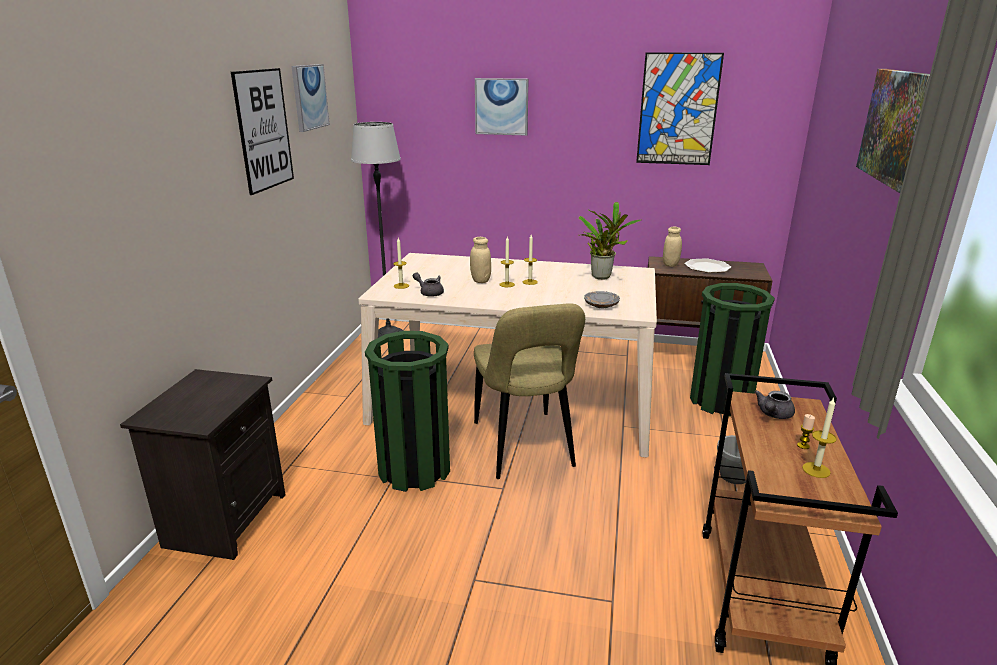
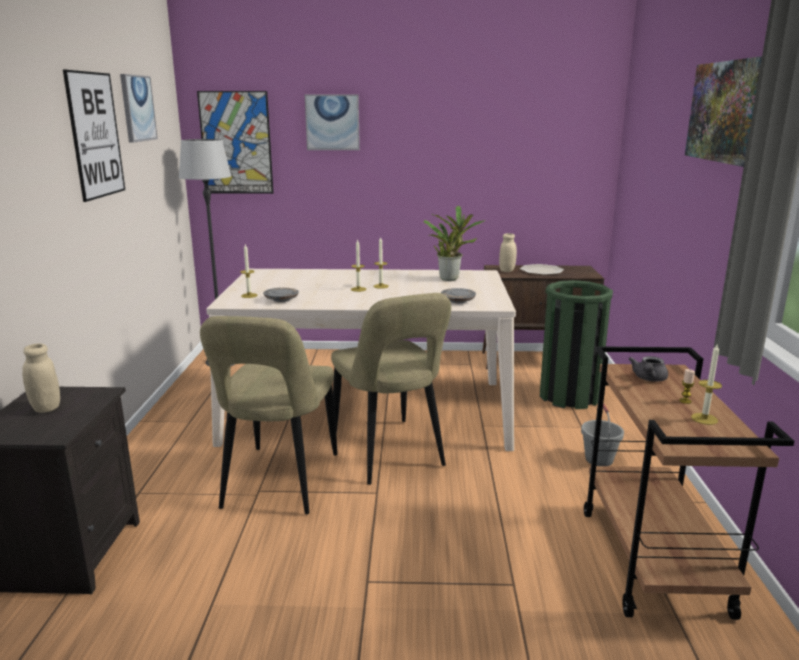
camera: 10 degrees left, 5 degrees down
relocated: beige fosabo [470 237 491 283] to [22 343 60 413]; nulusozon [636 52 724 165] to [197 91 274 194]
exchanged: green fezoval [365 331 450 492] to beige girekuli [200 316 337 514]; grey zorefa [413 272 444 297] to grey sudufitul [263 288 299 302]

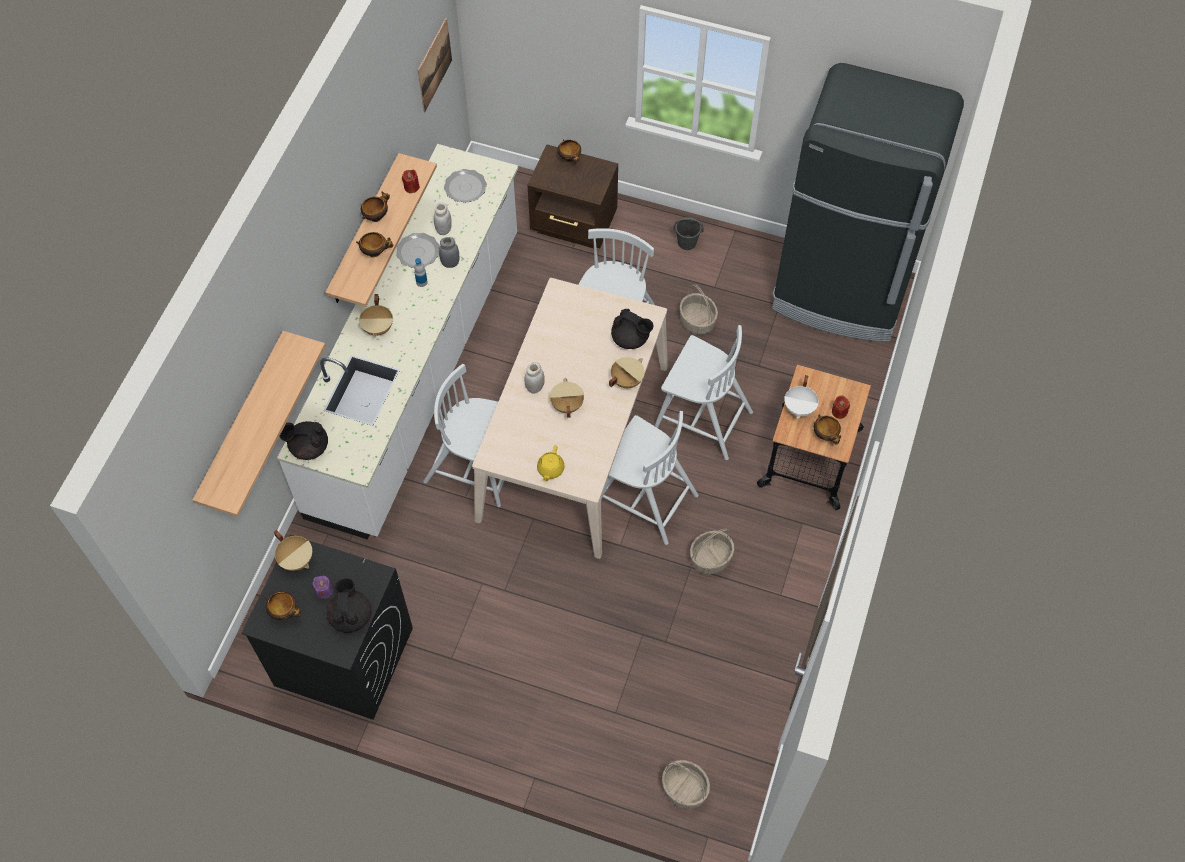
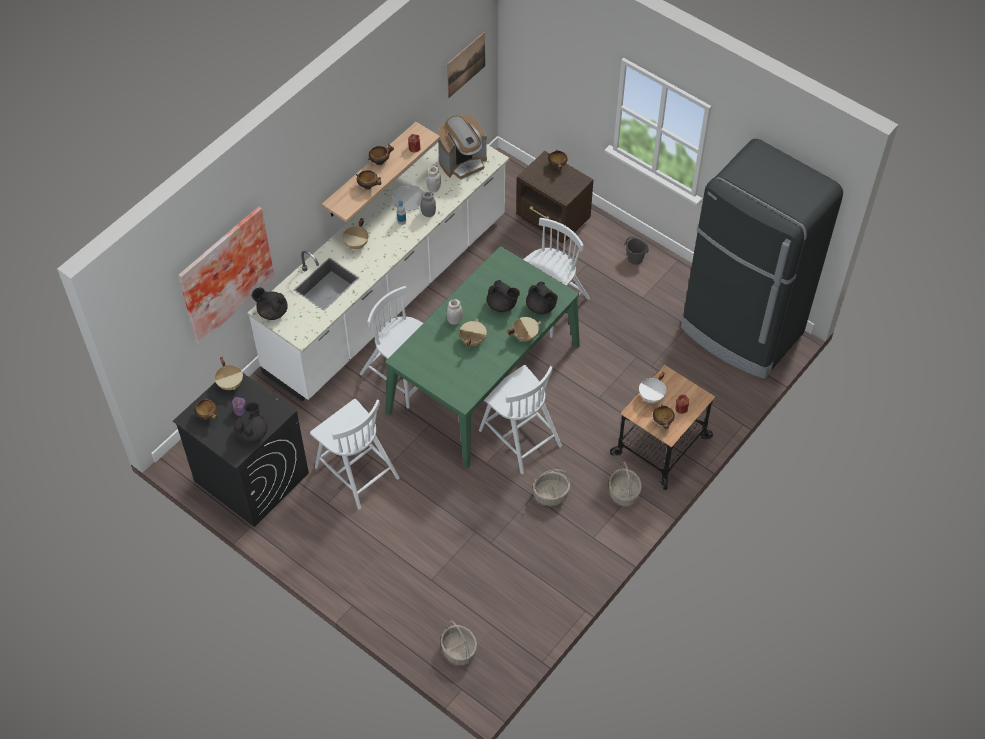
camera: 20 degrees right, 5 degrees down
missing: yellow zorefa [537 445 565 481]
appeared: black zorefa [487 280 520 312]
relocated: white girekuli [655 325 753 460] to [310 399 400 509]; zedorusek [679 284 718 334] to [609 462 642 506]
exchanged: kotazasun [193 331 326 517] to nulusozon [178 206 275 345]; sudufitul [444 169 487 203] to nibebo [438 115 487 180]
colour: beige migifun [472 278 668 559] to green migifun [385 246 580 468]

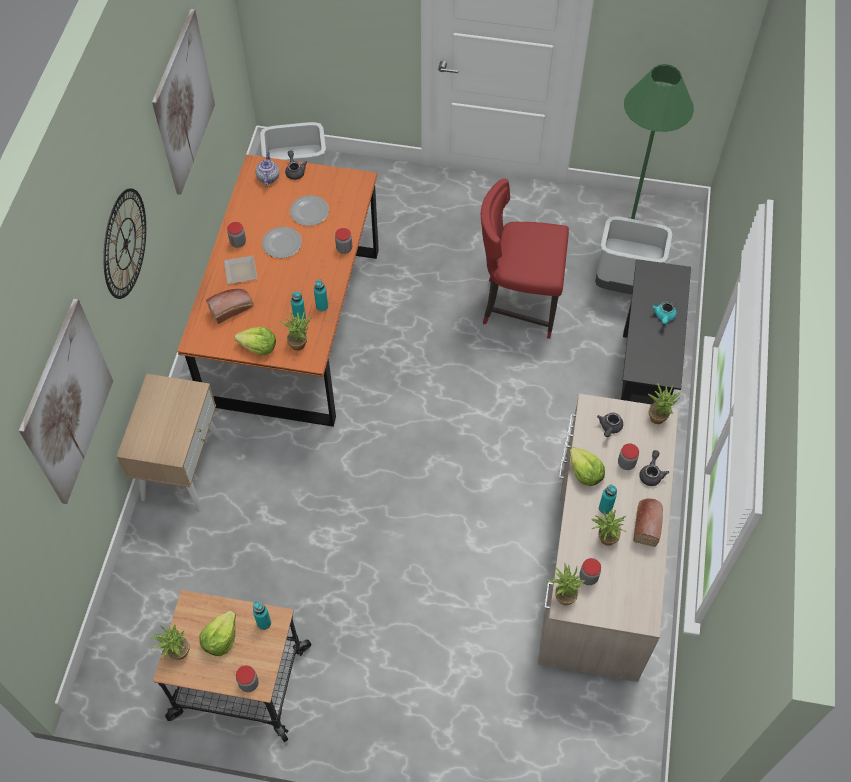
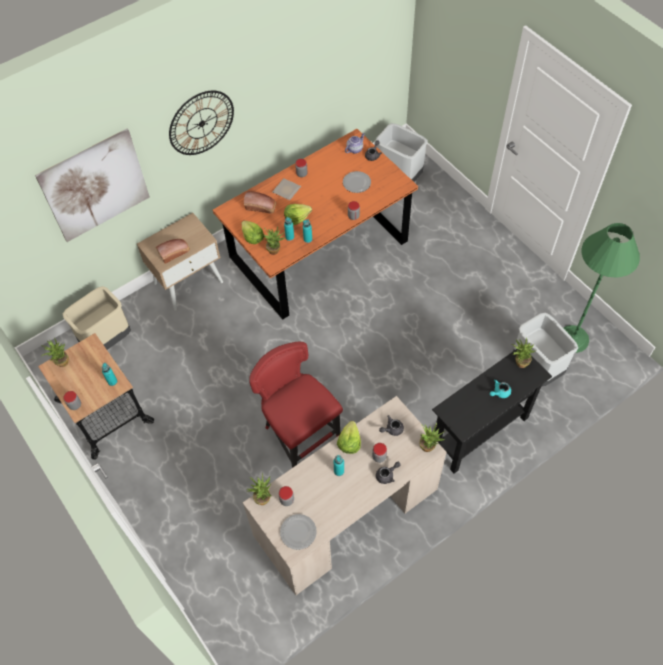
camera: 45 degrees right, 0 degrees up
missing: nulusozon [152 9 215 195]
appeared: beige fezoval [63 286 131 350]
relocated: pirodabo [633 498 663 547] to [156 239 190 264]; red girekuli [481 179 569 339] to [249 342 343 468]; sudufitul [262 227 302 258] to [280 514 317 550]; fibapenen [199 610 236 656] to [284 204 312 225]; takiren [591 508 626 546] to [511 337 536 368]

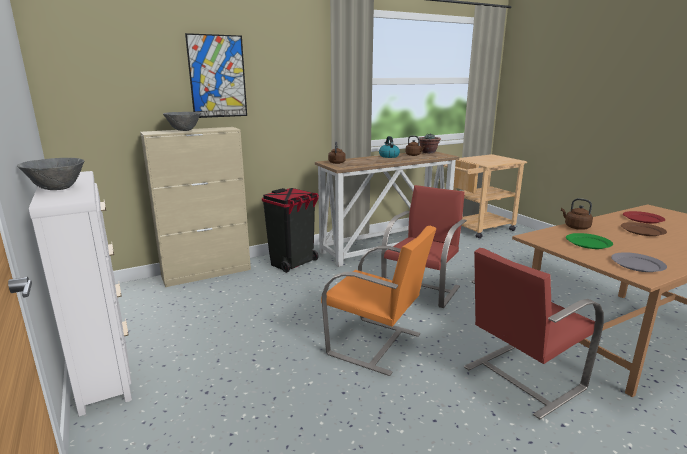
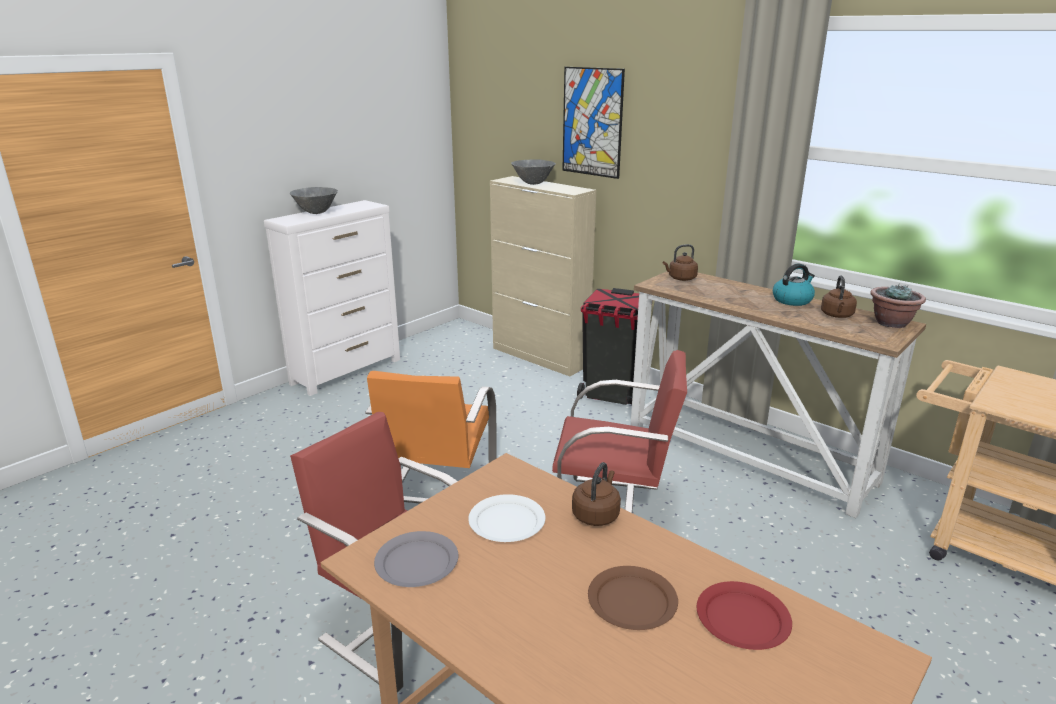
camera: 70 degrees right, 5 degrees up
colour: green sudufitul [566 233 613 249] to white sudufitul [468 494 545 542]

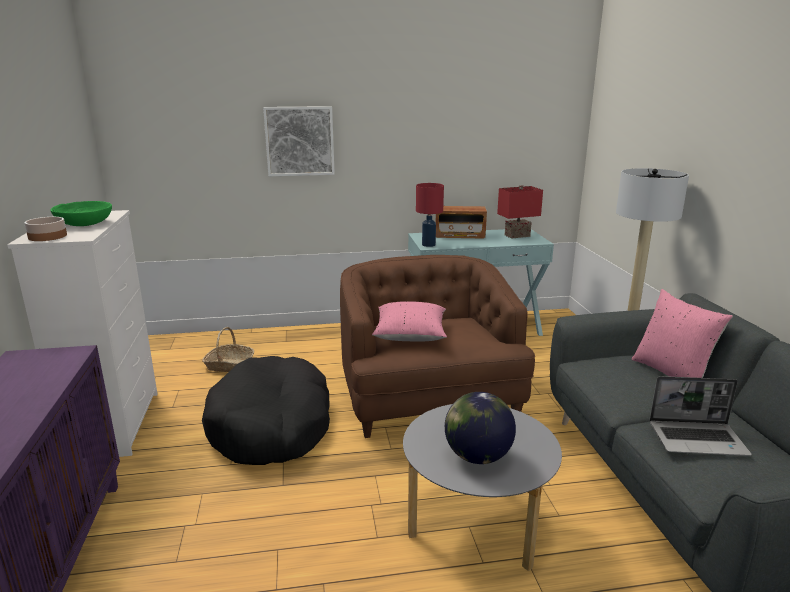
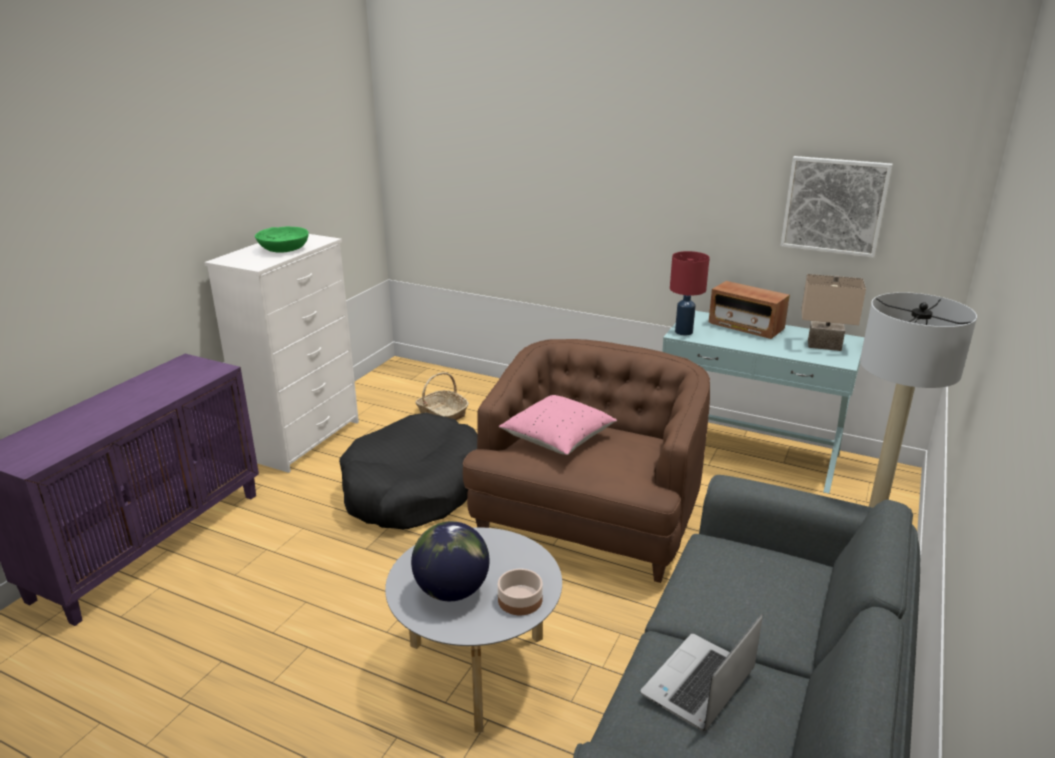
camera: 35 degrees right, 5 degrees up
missing: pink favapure [632 289 733 378]
relocated: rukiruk [24 217 67 241] to [498 569 543 615]; nulusozon [263 106 335 176] to [780 156 893 258]
colour: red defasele [497 185 543 239] to beige defasele [801 274 866 351]
spun: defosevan [649 376 752 456] = [640 614 763 731] 90 degrees clockwise

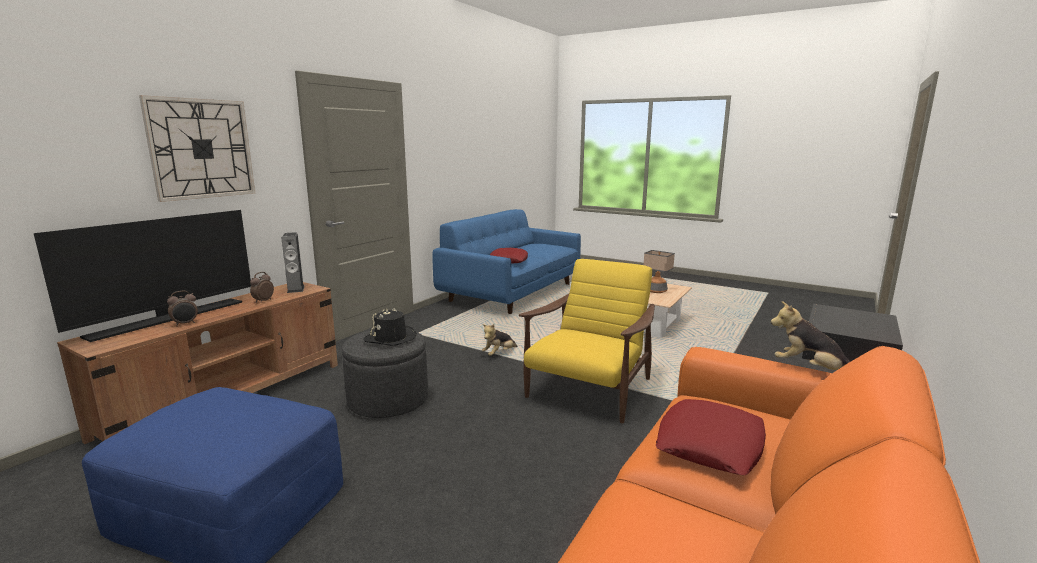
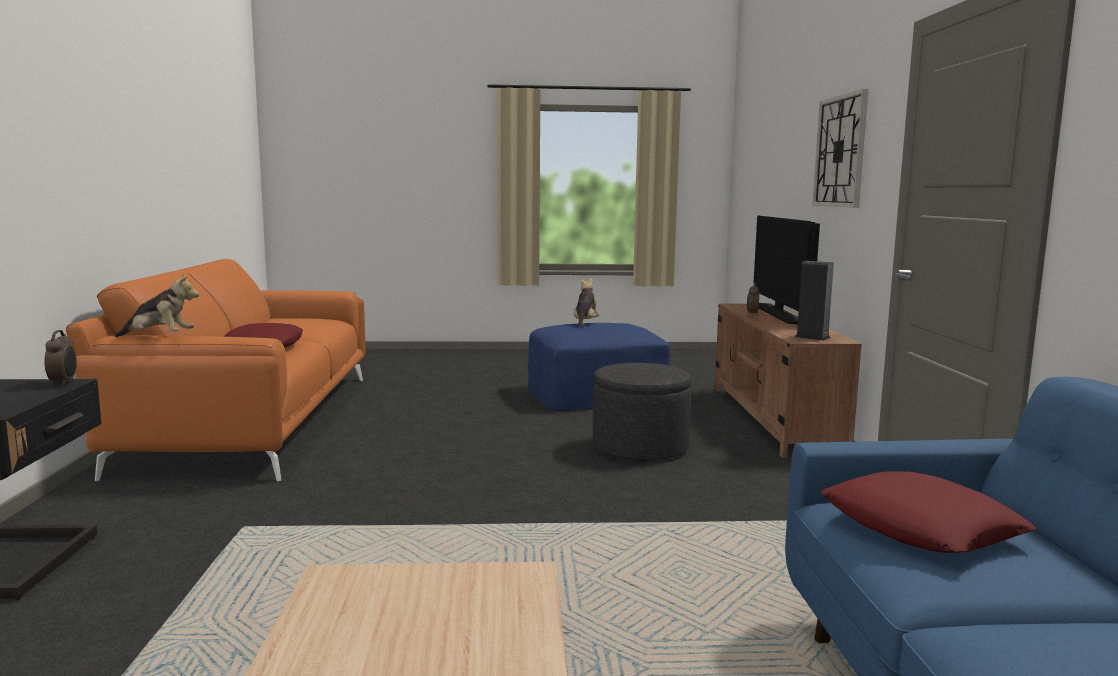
camera: 145 degrees right, 5 degrees down
missing: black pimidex [363 309 417 346]; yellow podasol [519 259 655 423]; defasele [644 250 675 293]
relocated: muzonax [250 272 274 303] to [45 330 77 386]; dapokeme [482 324 518 356] to [574 277 599 328]

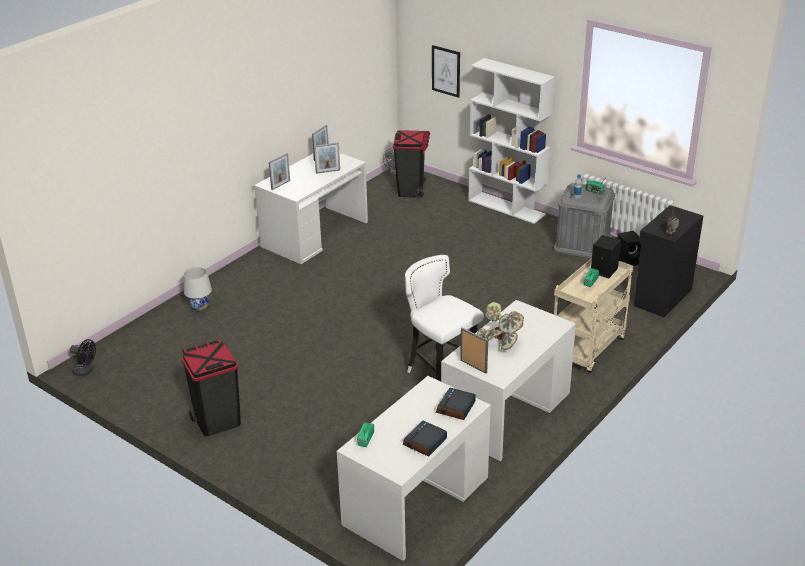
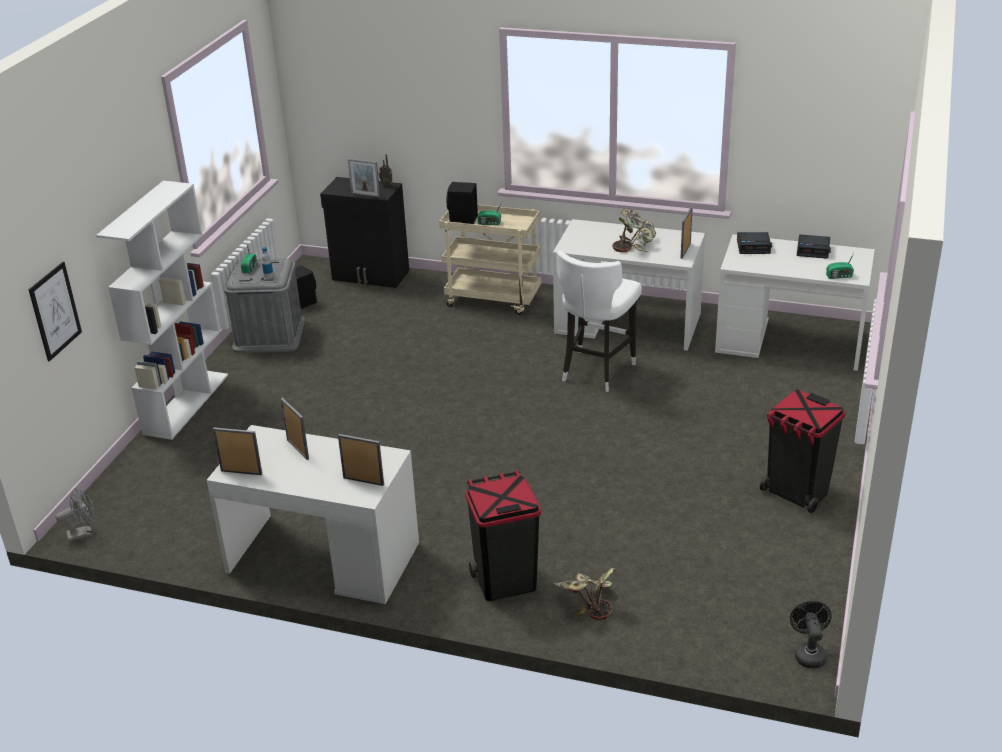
camera: 110 degrees left, 0 degrees up
appeared: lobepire [348 158 380 198]
relocated: black fezoval [393 130 430 198] to [465 470 541 601]
exchanged: white defasele [184 267 212 311] to takiren [552 568 616 620]

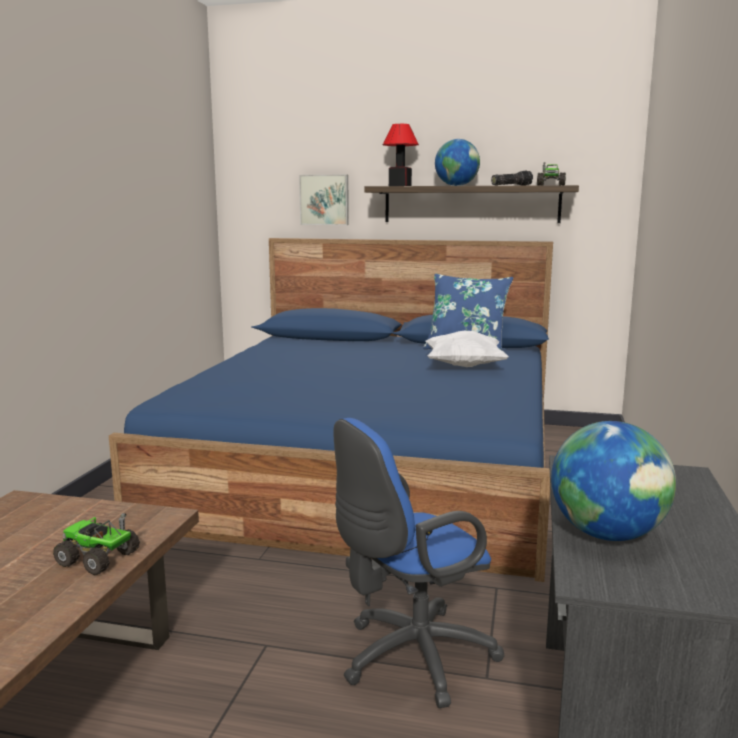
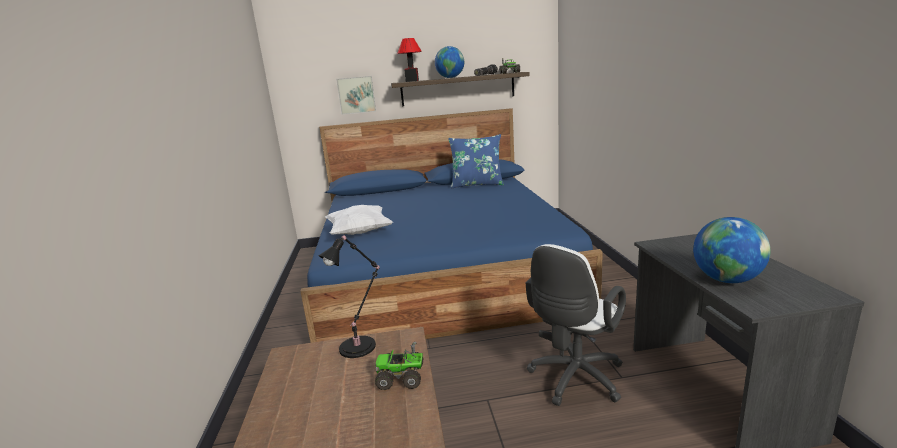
camera: 20 degrees left, 5 degrees up
appeared: black defasele [319 235 380 358]
relocated: white favapure [426 331 509 367] to [325 205 393 235]
colour: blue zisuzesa [334 418 504 708] to white zisuzesa [526 244 626 406]

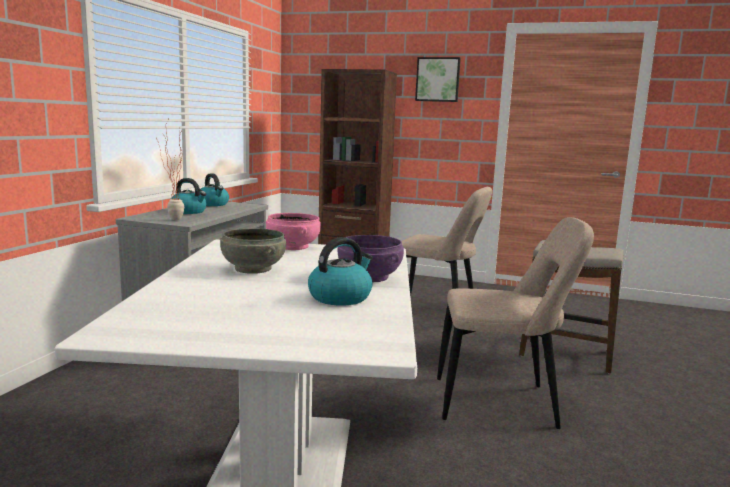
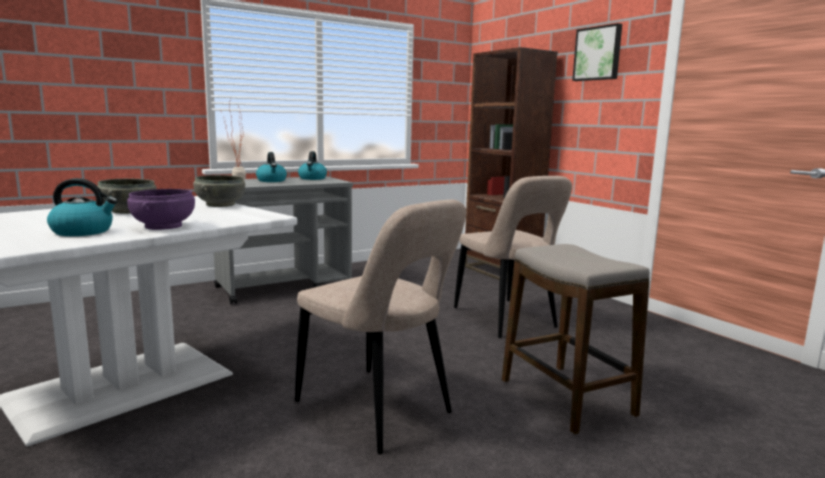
camera: 40 degrees right, 0 degrees up
colour: pink rukiruk [266 213 321 250] to grey rukiruk [193 175 245 207]

